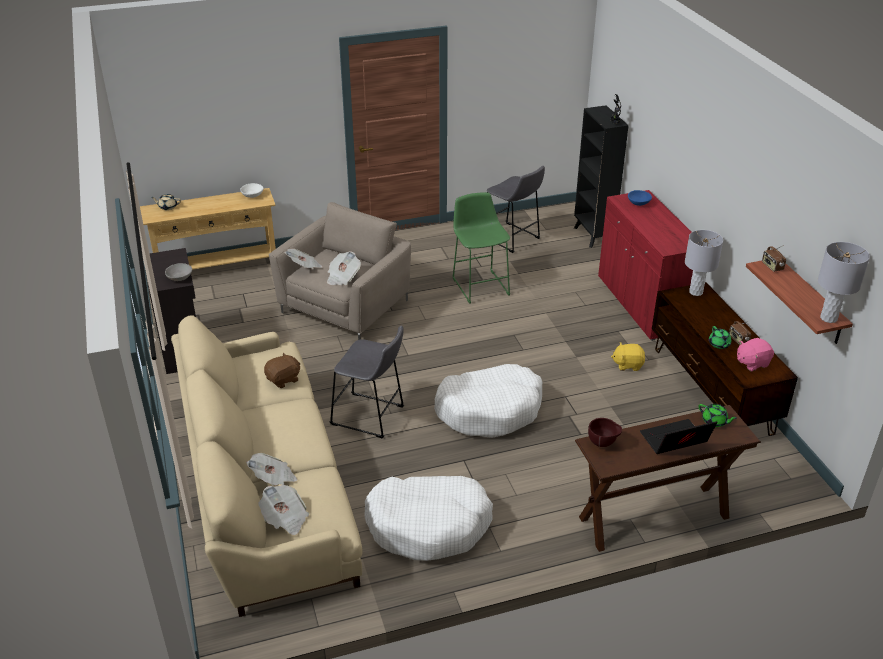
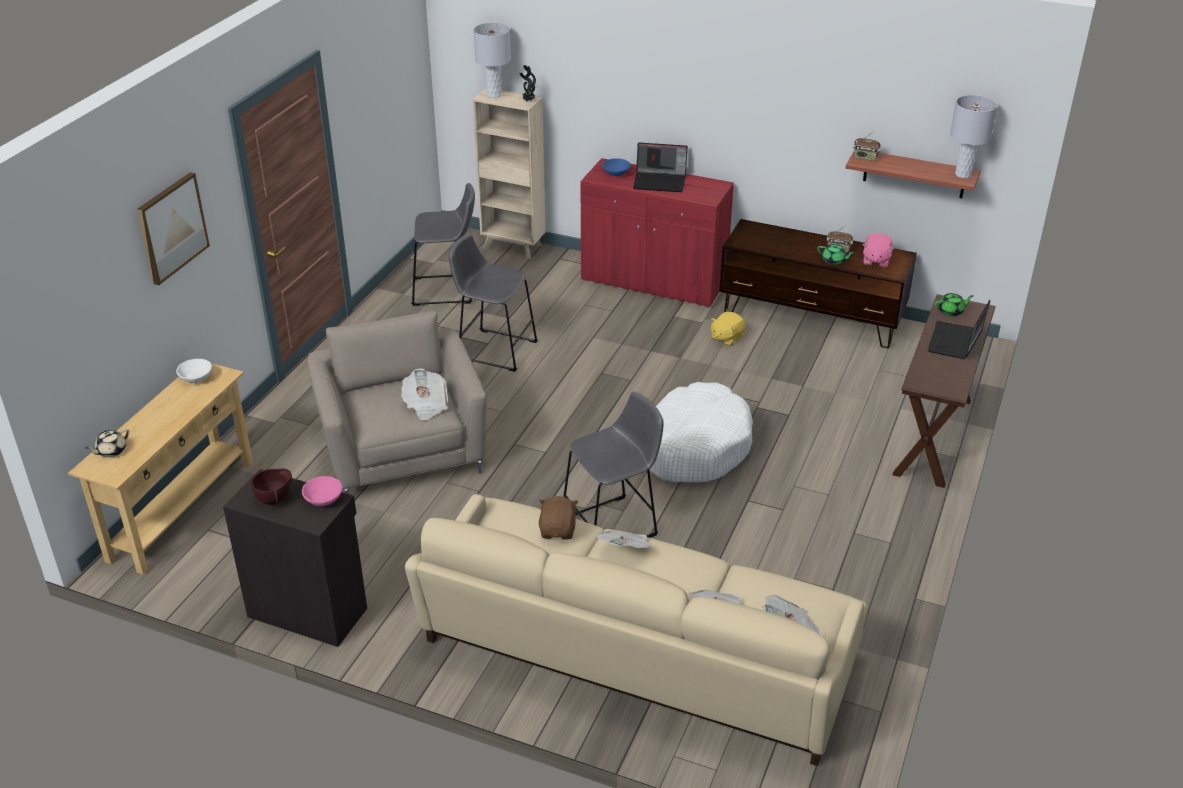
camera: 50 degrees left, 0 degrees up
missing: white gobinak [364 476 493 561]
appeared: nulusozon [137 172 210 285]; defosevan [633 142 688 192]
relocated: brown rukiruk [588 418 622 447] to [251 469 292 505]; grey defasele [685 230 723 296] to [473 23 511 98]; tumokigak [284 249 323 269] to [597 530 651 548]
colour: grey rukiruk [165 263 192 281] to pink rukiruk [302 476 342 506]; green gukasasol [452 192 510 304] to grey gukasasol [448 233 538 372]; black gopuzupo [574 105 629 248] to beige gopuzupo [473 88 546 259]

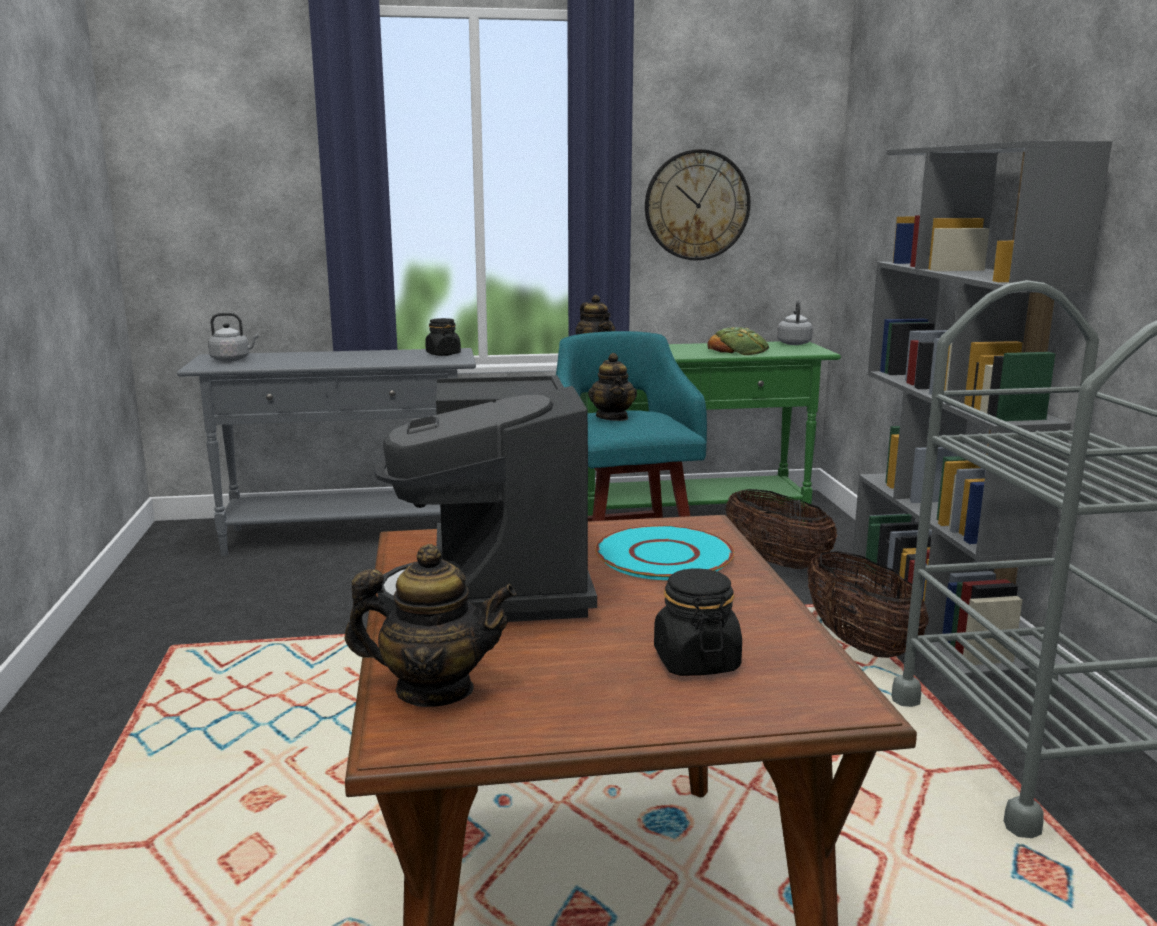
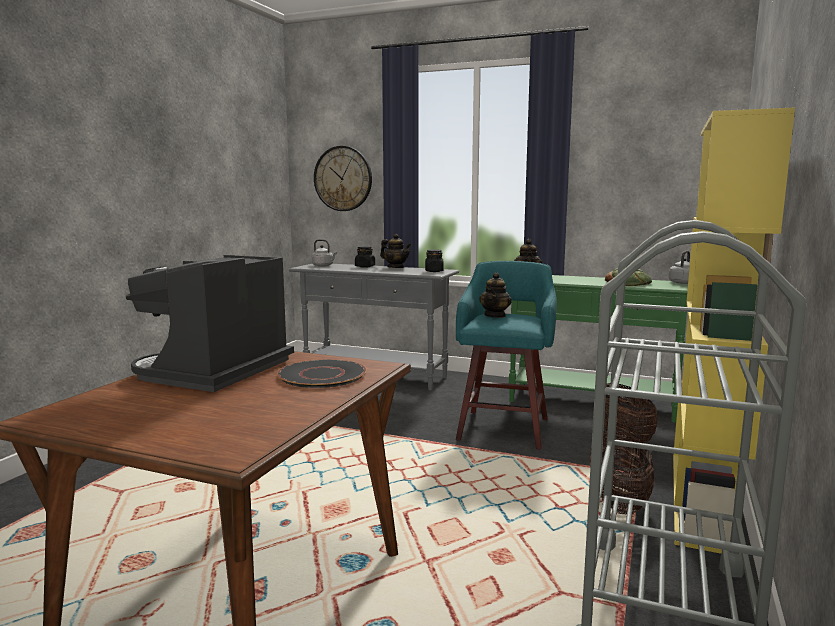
camera: 30 degrees right, 5 degrees down
relocated: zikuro [645 149 751 261] to [314 146 372 211]; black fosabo [654 569 742 676] to [355 246 375 268]; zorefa [345 544 516 707] to [380 234 411 268]
colour: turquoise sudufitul [595 525 734 580] to black sudufitul [277 359 366 388]; grey gopuzupo [852 141 1112 678] to yellow gopuzupo [673 107 795 554]

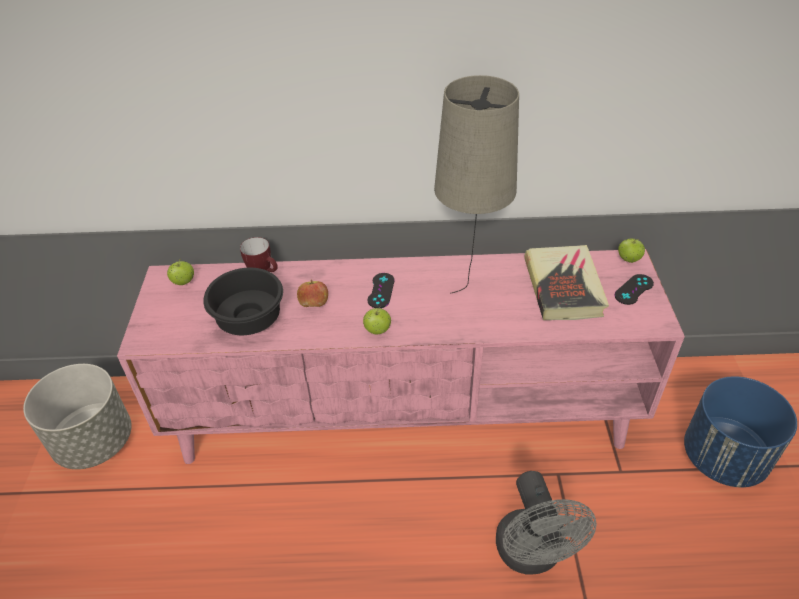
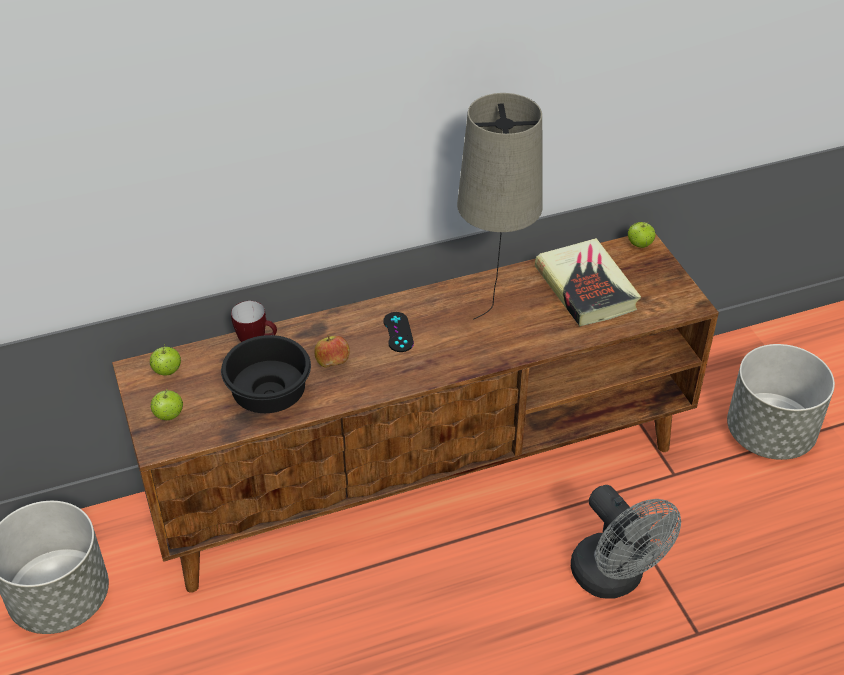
camera: 20 degrees left, 0 degrees up
missing: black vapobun [614 274 654 305]
relocated: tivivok [363 307 391 334] to [151 388 183 420]
colour: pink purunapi [117 249 685 464] to brown purunapi [112 233 719 593]; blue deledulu [684 376 797 487] to grey deledulu [727 344 835 460]

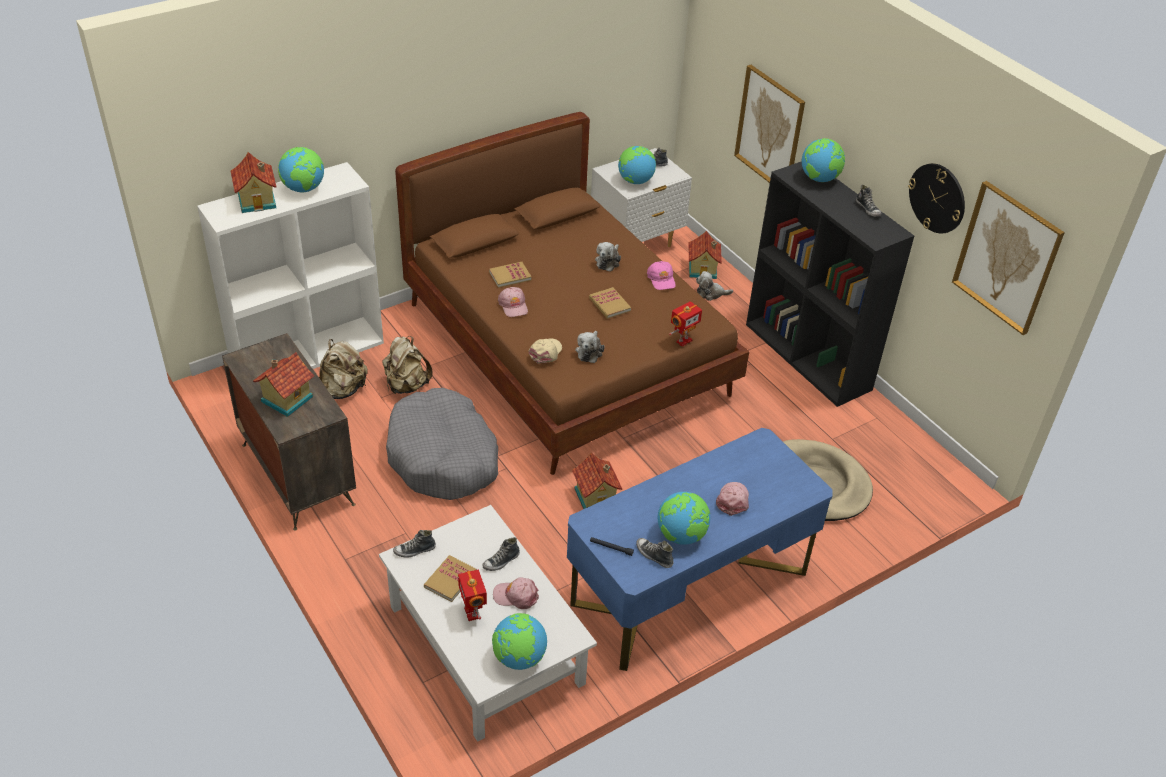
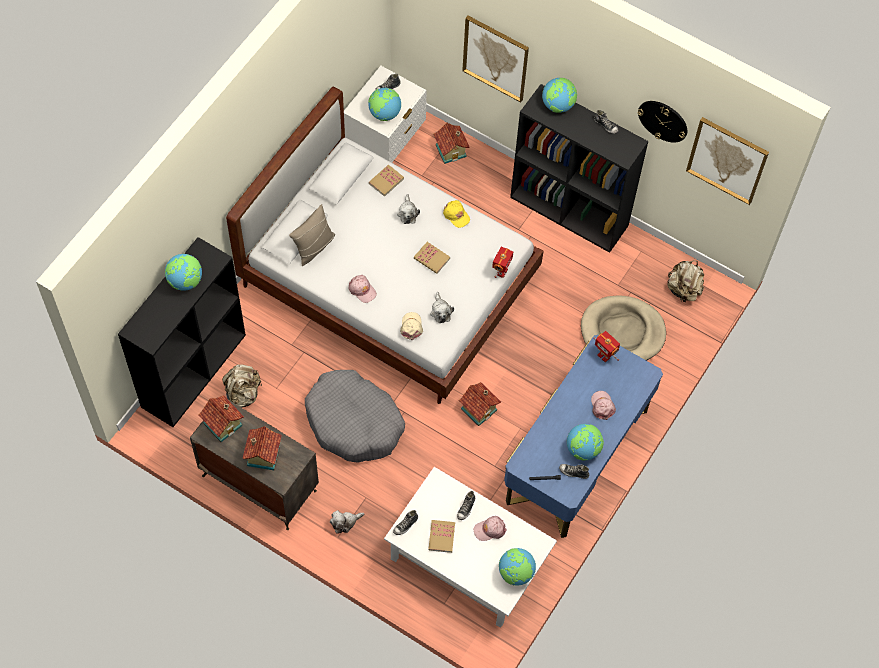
camera: 25 degrees left, 20 degrees up
appeared: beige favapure [289 204 335 266]
relocated: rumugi [231 152 277 213] to [198 395 244 442]; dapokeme [696 271 733 301] to [330 510 364 533]; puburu [489 262 531 288] to [369 165 404 197]; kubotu [458 570 487 621] to [594 331 620 362]; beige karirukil [382 336 433 394] to [667 260 704 302]
colour: white gopuzupo [197 162 384 369] to black gopuzupo [118 237 246 427]; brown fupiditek [395 112 749 475] to white fupiditek [226 86 543 404]; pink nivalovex [647 261 676 290] to yellow nivalovex [443 200 470 228]

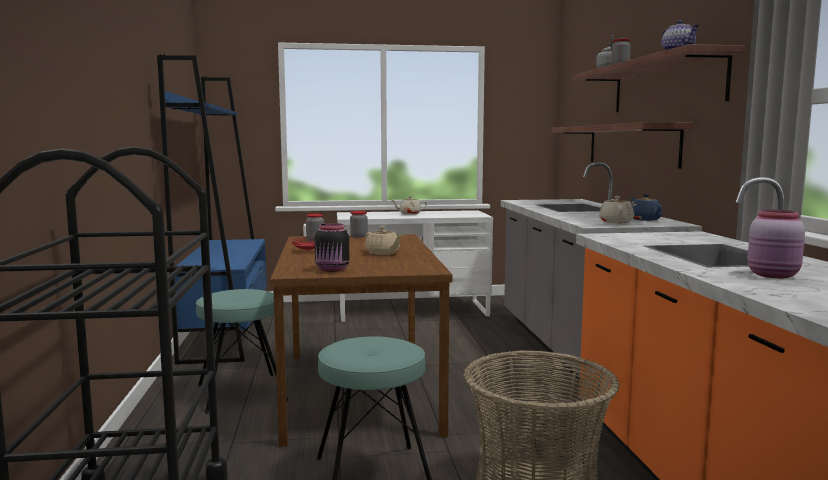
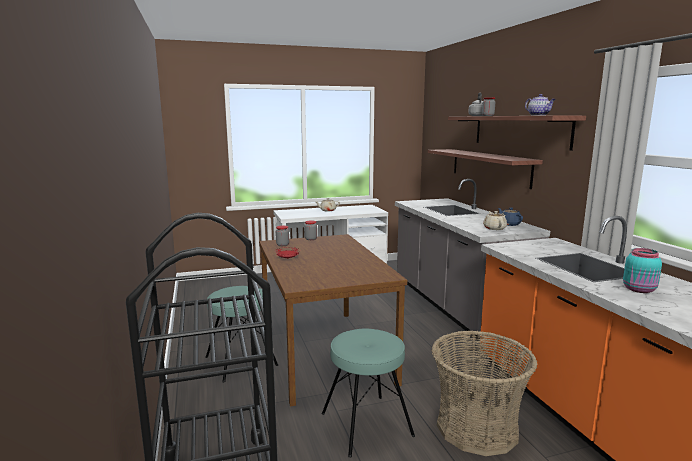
camera: 10 degrees left, 5 degrees up
missing: blue gopuzupo [157 55 267 365]; black fosabo [315 223 349 272]; beige zorefa [365 227 402 255]
colour: pink fosabo [747 210 805 278] to turquoise fosabo [623 248 662 293]

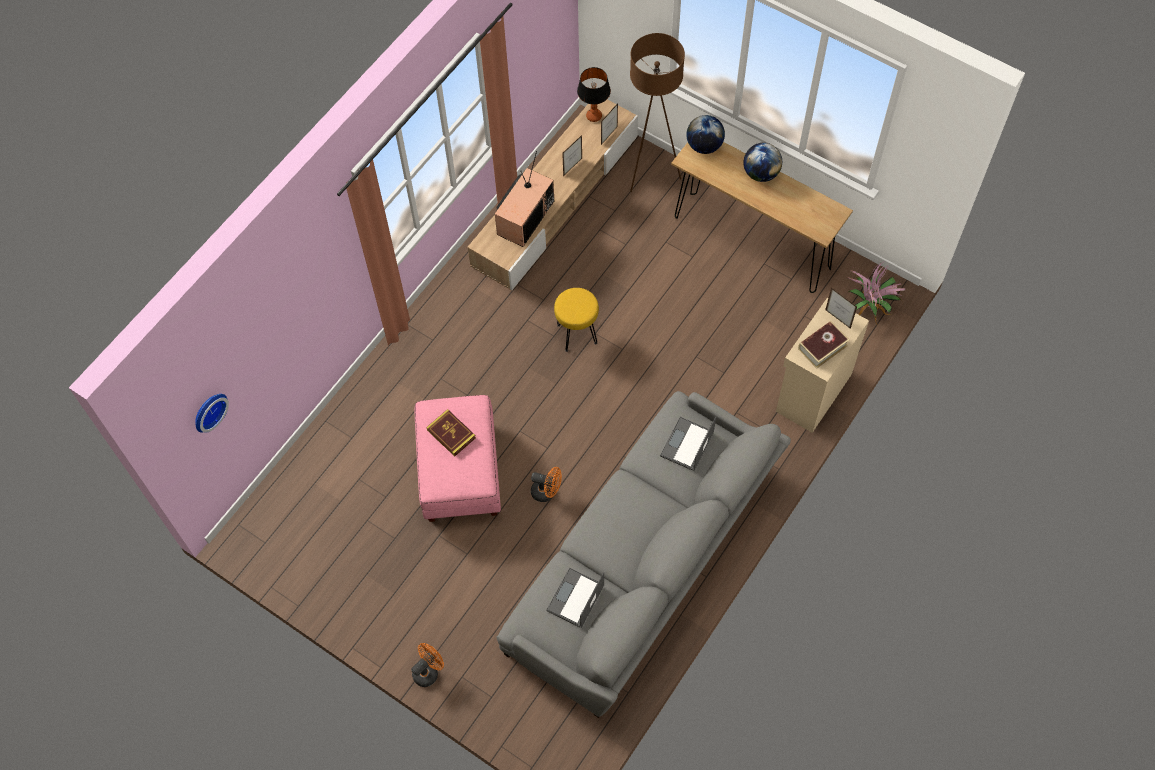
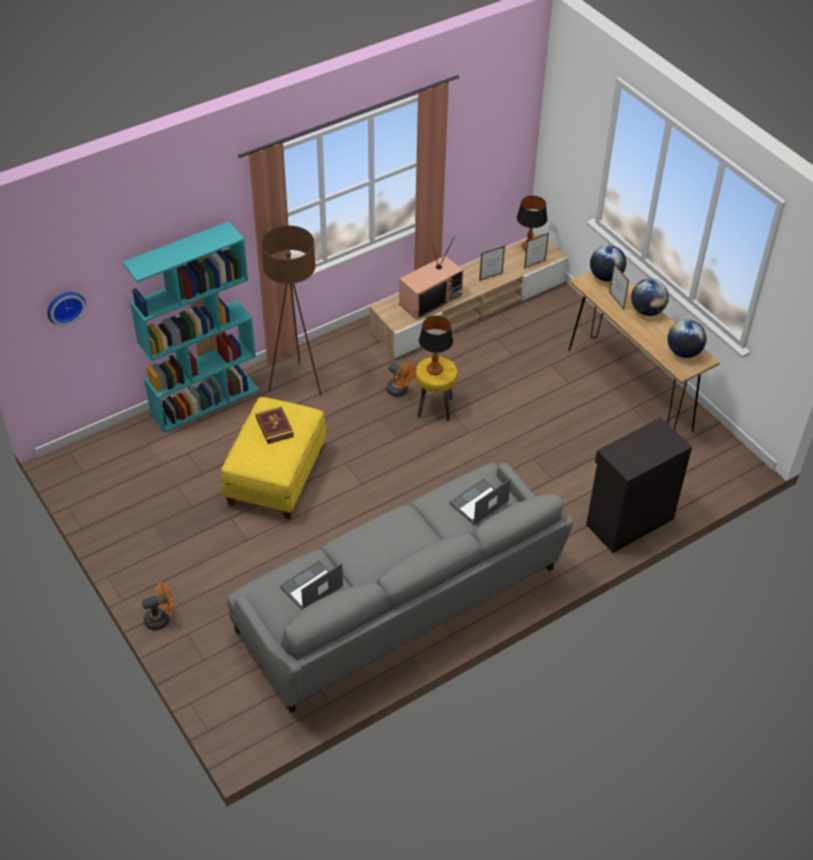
camera: 20 degrees right, 15 degrees down
missing: puburu [798 321 849 368]; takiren [847 262 905 324]
appeared: turquoise gopuzupo [122 221 259 432]; defasele [419 316 453 375]; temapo [667 320 706 358]
relocated: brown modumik [630 33 685 192] to [261 226 322 396]; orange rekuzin [531 467 562 502] to [386 362 416 397]; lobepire [825 288 857 329] to [609 263 629 310]
colour: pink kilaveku [415 395 501 522] to yellow kilaveku [220 397 327 520]; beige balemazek [776 298 869 433] to black balemazek [586 418 692 553]

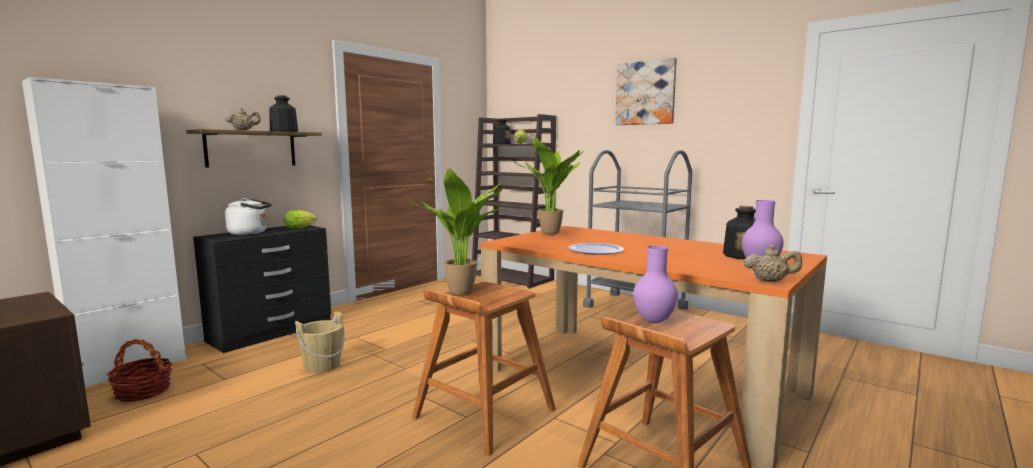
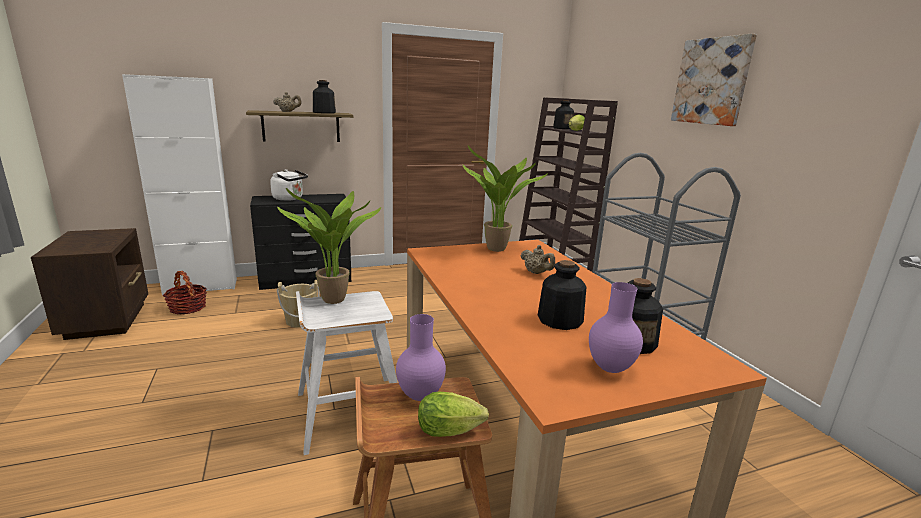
camera: 30 degrees right, 10 degrees up
missing: sudufitul [568 243 624 255]
appeared: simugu [538 260 587 330]
relocated: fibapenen [284 210 317 229] to [418 392 489 437]; beige zorefa [744 245 802 282] to [521 245 555 274]
colour: brown gukasasol [412 282 556 456] to white gukasasol [296 291 398 455]

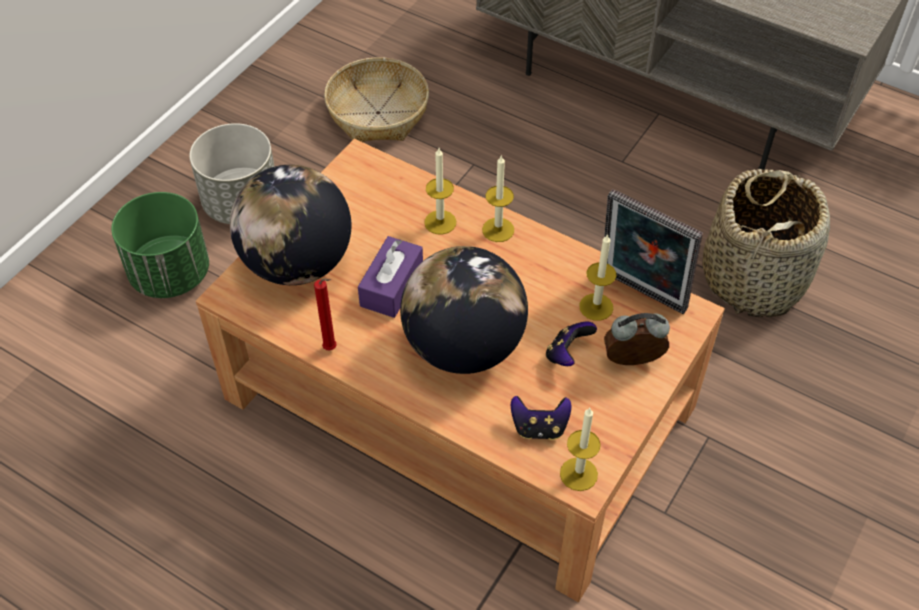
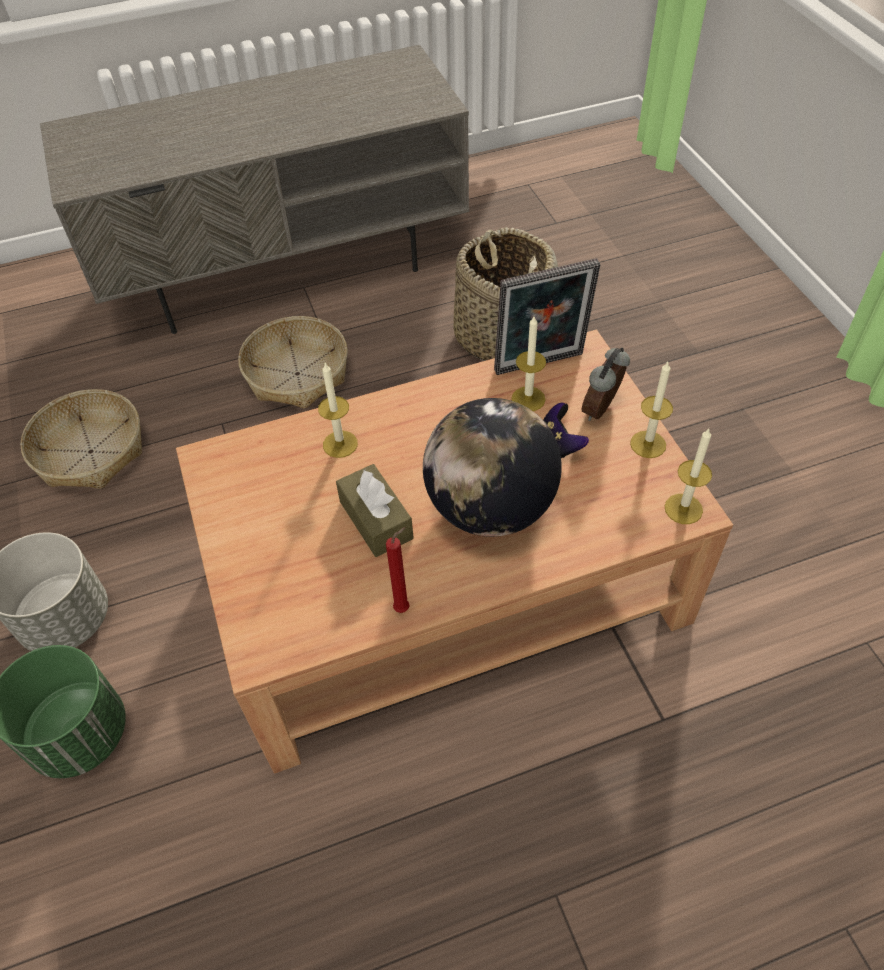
camera: 50 degrees left, 0 degrees up
missing: temapo [230 165 351 285]; vapobun [511 396 571 440]
appeared: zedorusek [238 316 348 409]
relocated: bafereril [482 156 514 242] to [630 362 673 458]
colour: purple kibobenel [358 236 423 318] to brown kibobenel [336 464 414 557]

